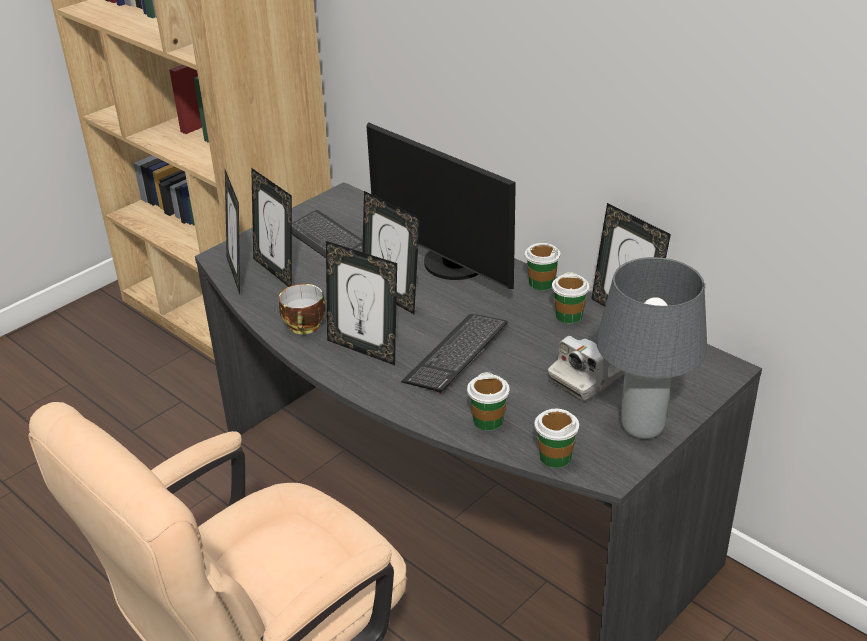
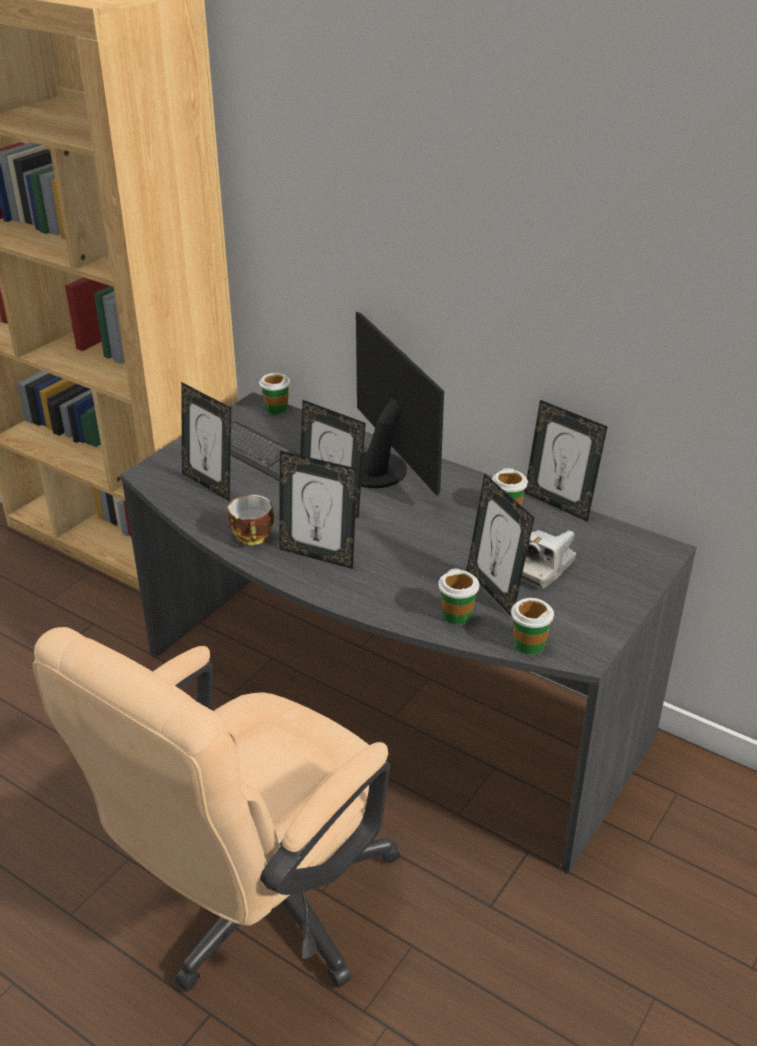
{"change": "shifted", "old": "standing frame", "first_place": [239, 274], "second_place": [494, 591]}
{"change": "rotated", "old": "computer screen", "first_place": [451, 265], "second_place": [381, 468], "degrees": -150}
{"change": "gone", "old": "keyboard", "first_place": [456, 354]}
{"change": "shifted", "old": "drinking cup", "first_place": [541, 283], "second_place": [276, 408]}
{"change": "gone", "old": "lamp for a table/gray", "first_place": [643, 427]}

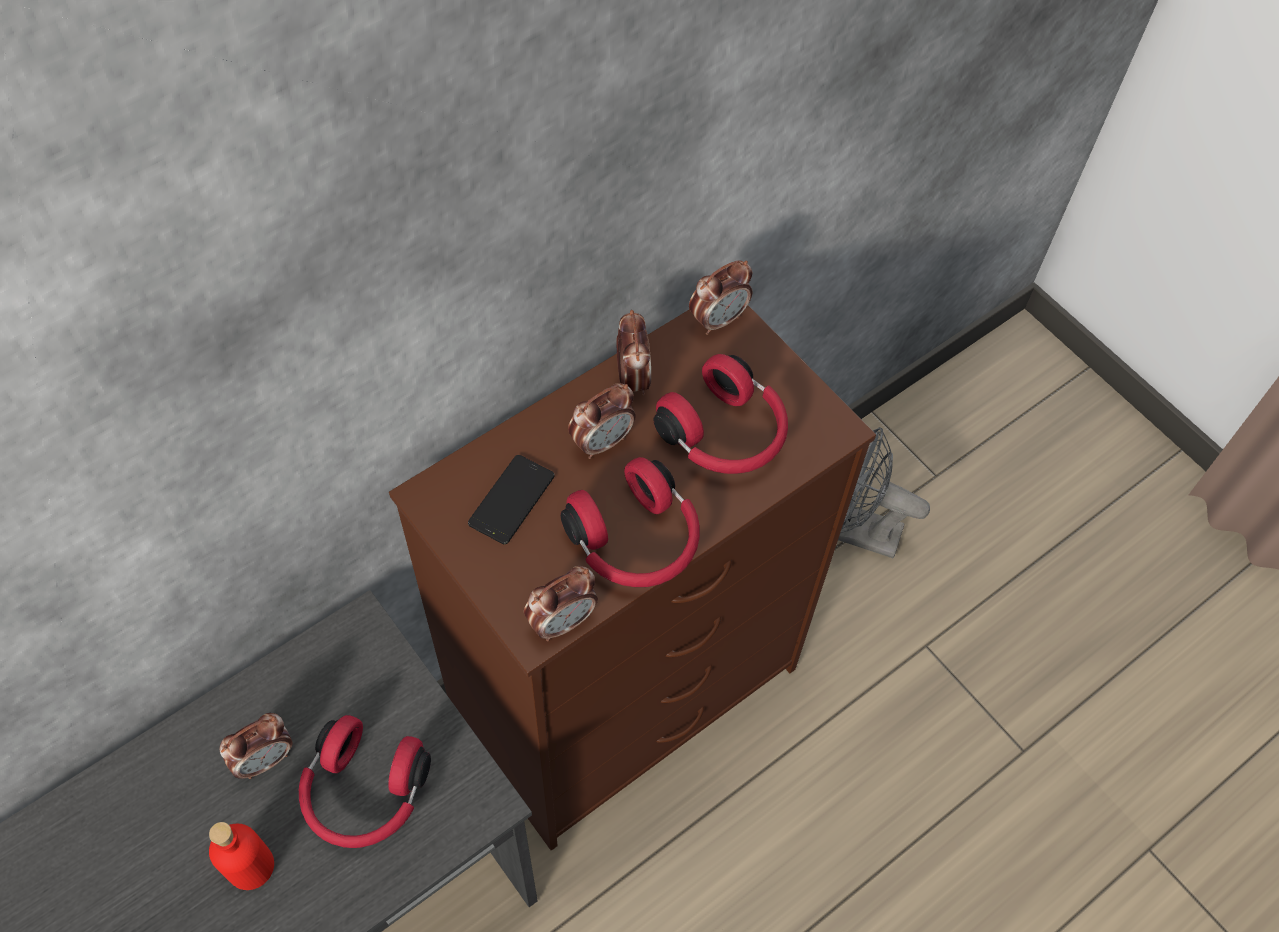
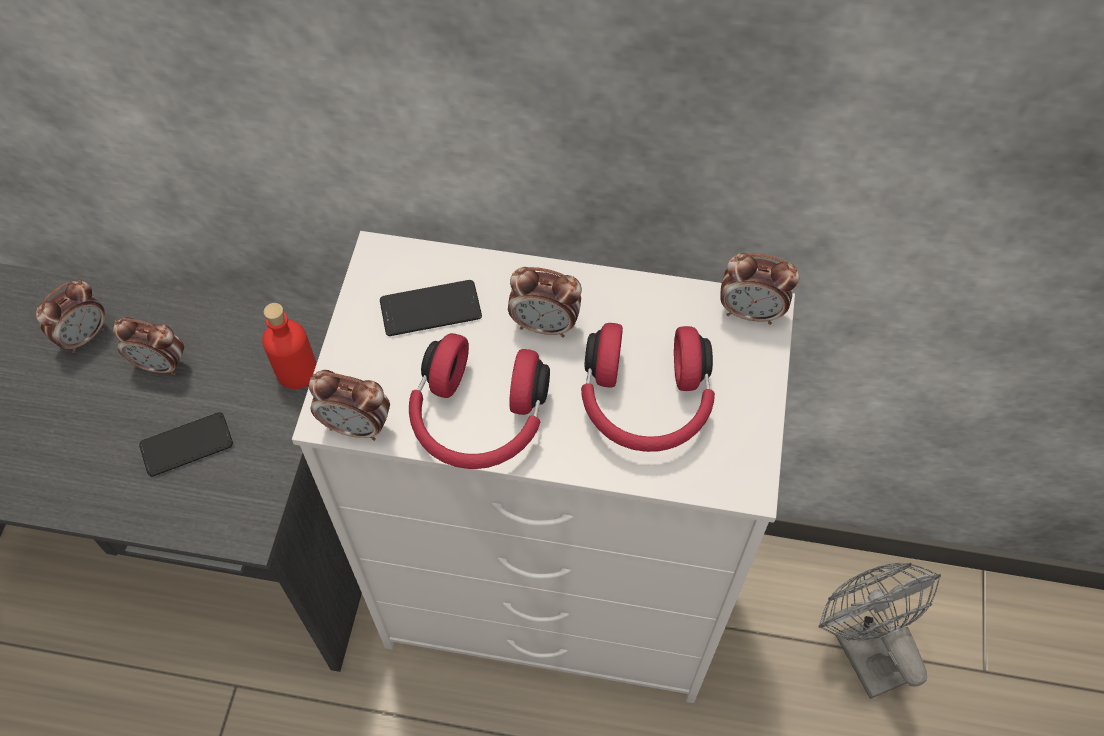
{"change": "shifted", "old": "beverage bottle/red", "first_place": [250, 866], "second_place": [297, 371]}
{"change": "swapped", "old": "headphones/red", "new": "telephone", "first_place": [364, 794], "second_place": [186, 445]}
{"change": "repainted", "old": "chest of drawers/brown", "new": "chest of drawers/whitish", "first_place": [628, 689], "second_place": [556, 592]}
{"change": "shifted", "old": "bedside clock", "first_place": [632, 379], "second_place": [85, 336]}

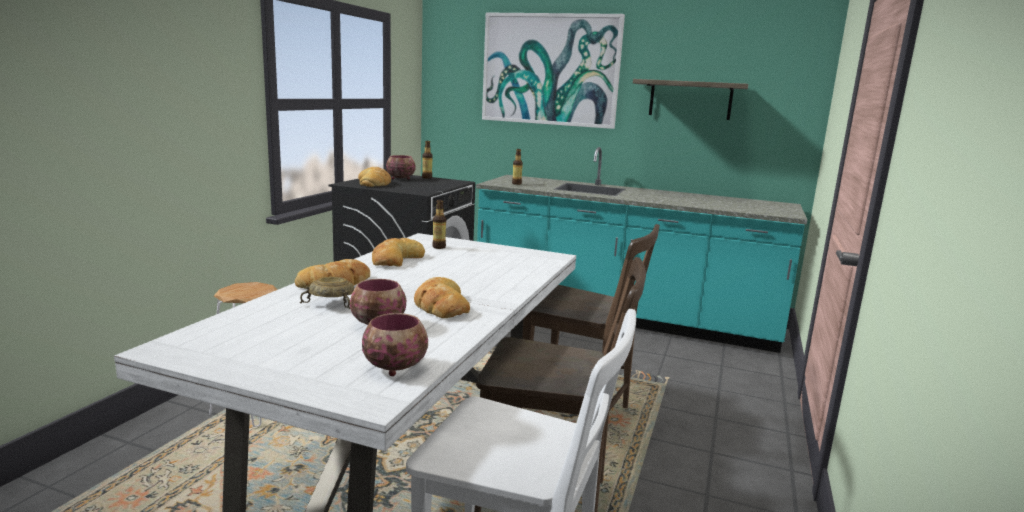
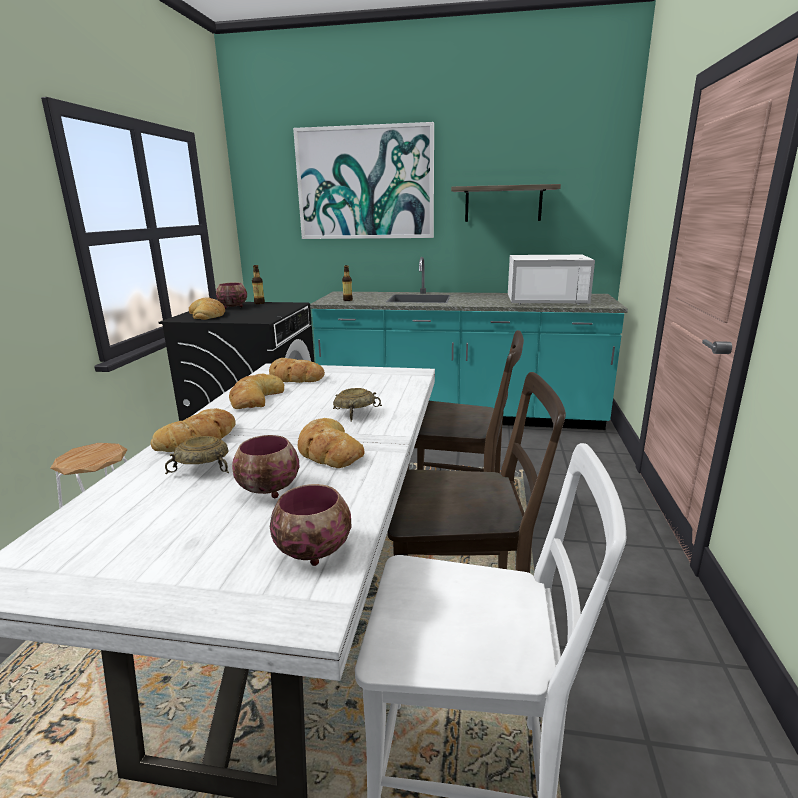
{"change": "swapped", "old": "beverage bottle", "new": "bakery bread", "first_place": [439, 247], "second_place": [295, 377]}
{"change": "new", "new": "serving bowl/beige-coloured", "second_place": [356, 413]}
{"change": "new", "new": "microwave oven/whitish", "second_place": [546, 300]}

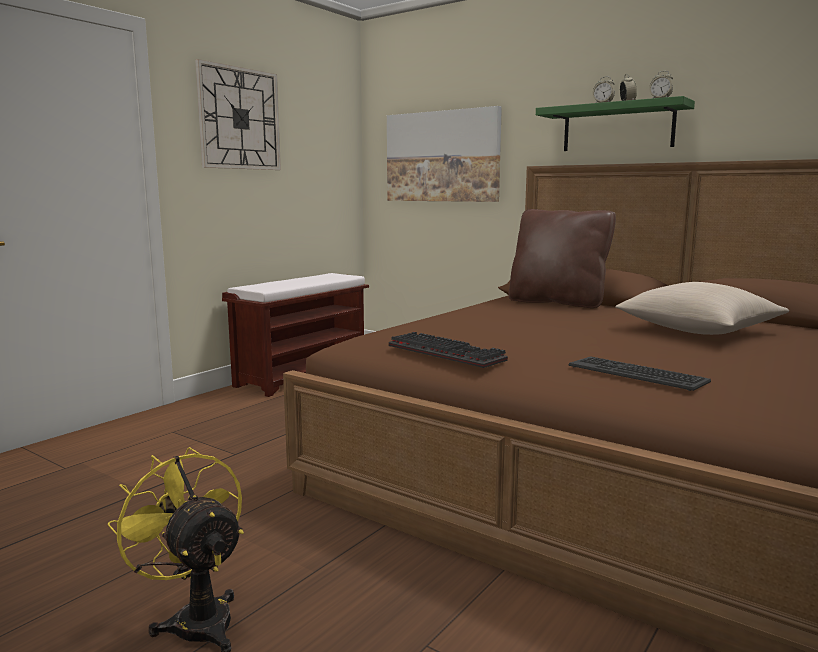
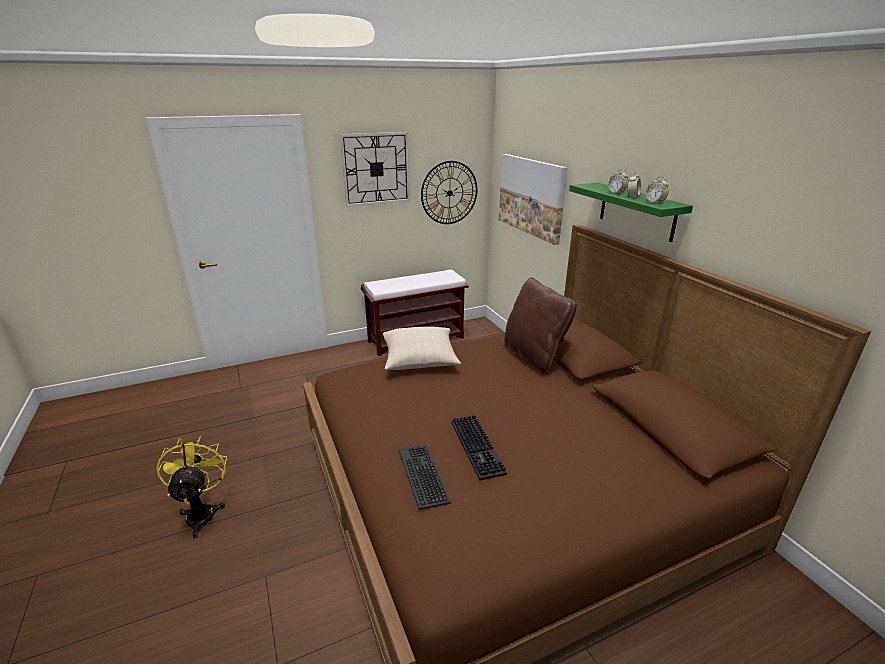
{"change": "shifted", "old": "keyboard", "first_place": [448, 353], "second_place": [479, 448]}
{"change": "shifted", "old": "cushion/beige-coloured", "first_place": [698, 330], "second_place": [420, 359]}
{"change": "new", "new": "hanging clock", "second_place": [449, 193]}

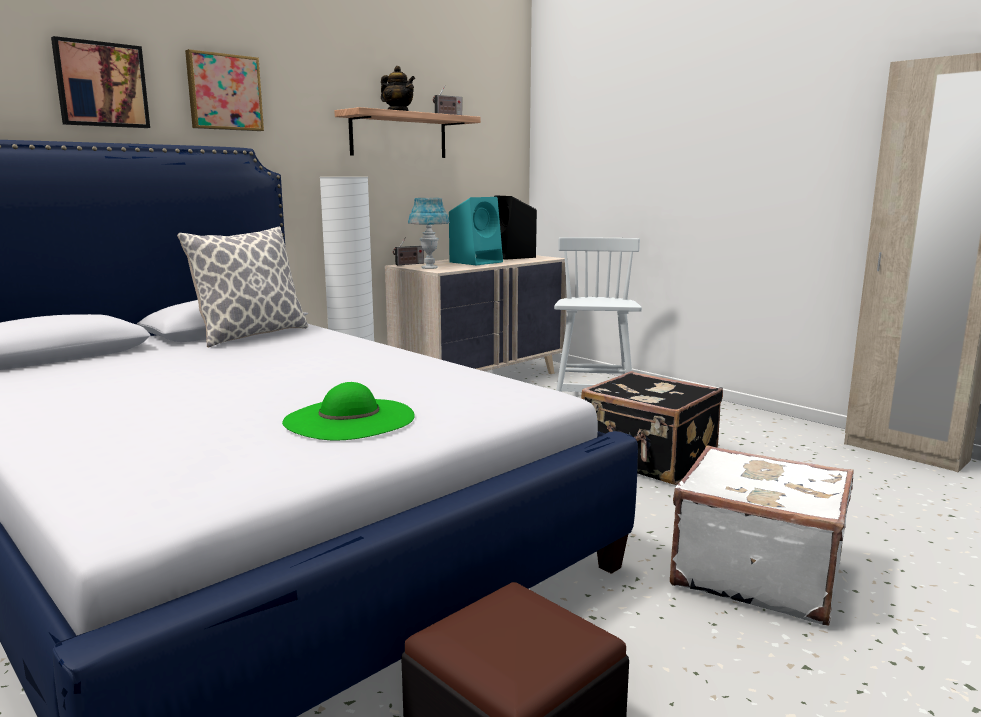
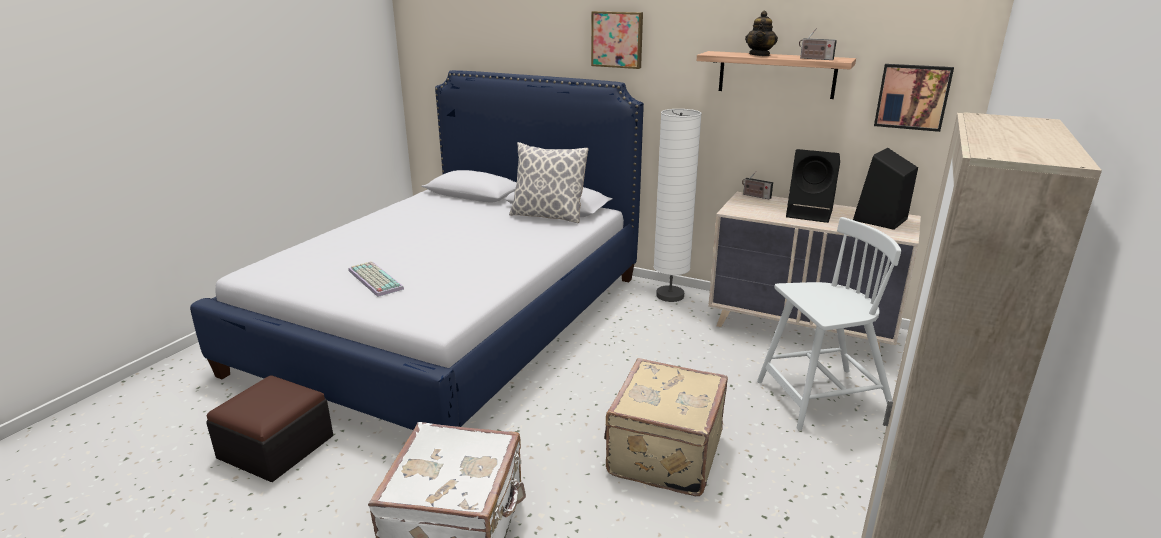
{"change": "shifted", "old": "wall picture", "first_place": [101, 85], "second_place": [912, 96]}
{"change": "swapped", "old": "wearable hat/green-coloured", "new": "keyboard", "first_place": [349, 419], "second_place": [373, 279]}
{"change": "gone", "old": "lamp for a table/blue-coloured", "first_place": [429, 268]}
{"change": "repainted", "old": "speaker/turquoise-coloured", "new": "speaker/black", "first_place": [476, 262], "second_place": [811, 214]}
{"change": "repainted", "old": "travel case/black", "new": "travel case/beige-coloured", "first_place": [648, 461], "second_place": [662, 454]}

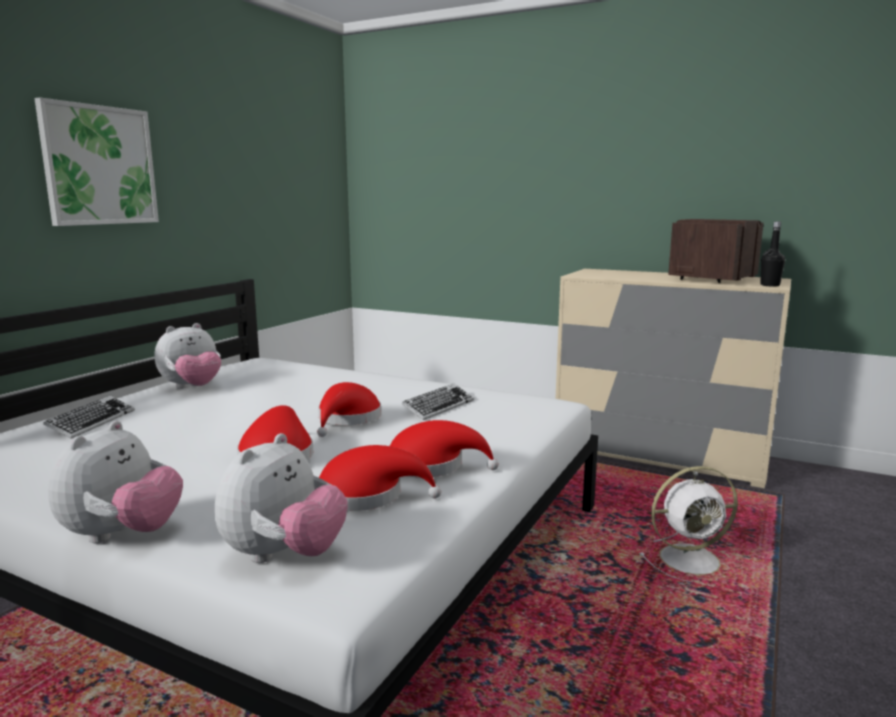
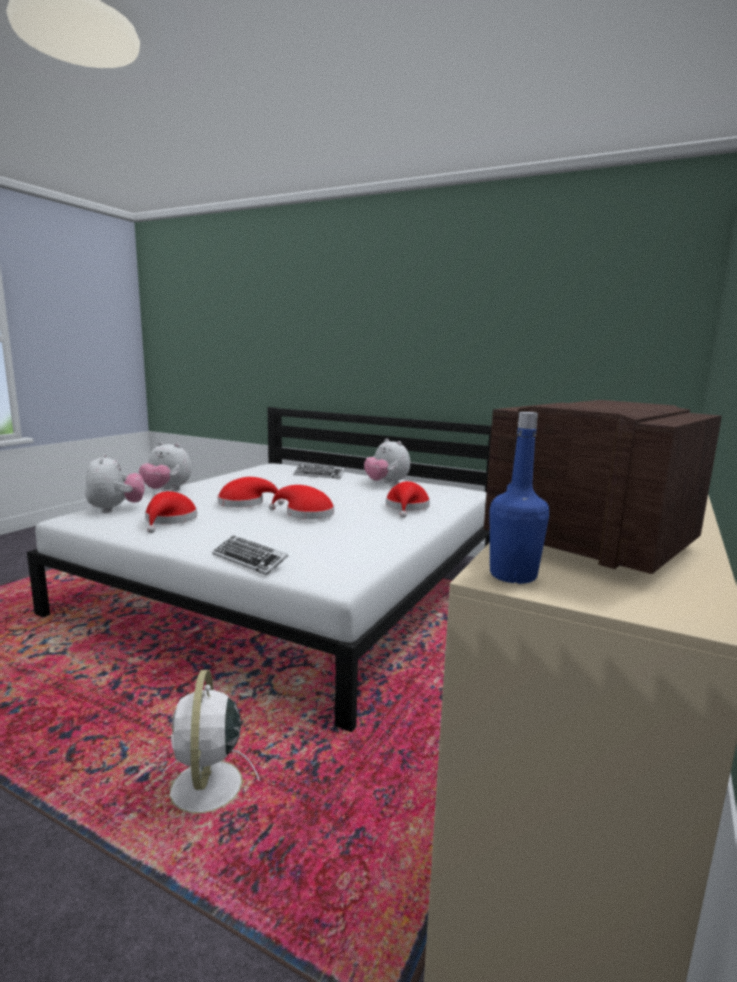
{"change": "gone", "old": "wall picture", "first_place": [99, 165]}
{"change": "rotated", "old": "cuddly toy", "first_place": [284, 556], "second_place": [116, 509], "degrees": -135}
{"change": "shifted", "old": "wearable hat/red", "first_place": [431, 465], "second_place": [407, 507]}
{"change": "shifted", "old": "keyboard", "first_place": [438, 407], "second_place": [249, 560]}
{"change": "repainted", "old": "beverage bottle/black", "new": "beverage bottle/blue-coloured", "first_place": [770, 285], "second_place": [513, 575]}

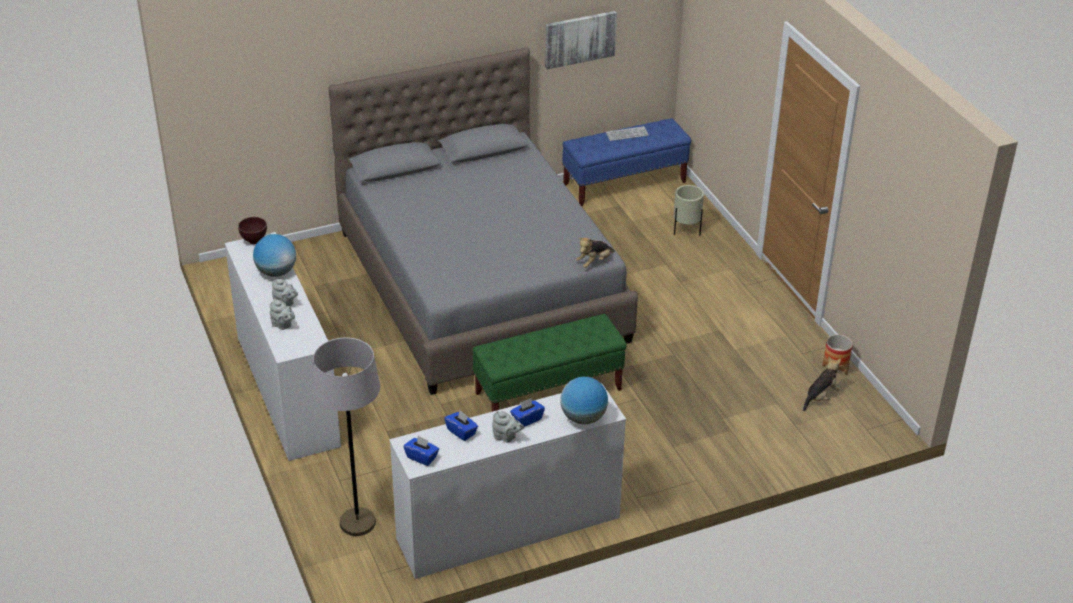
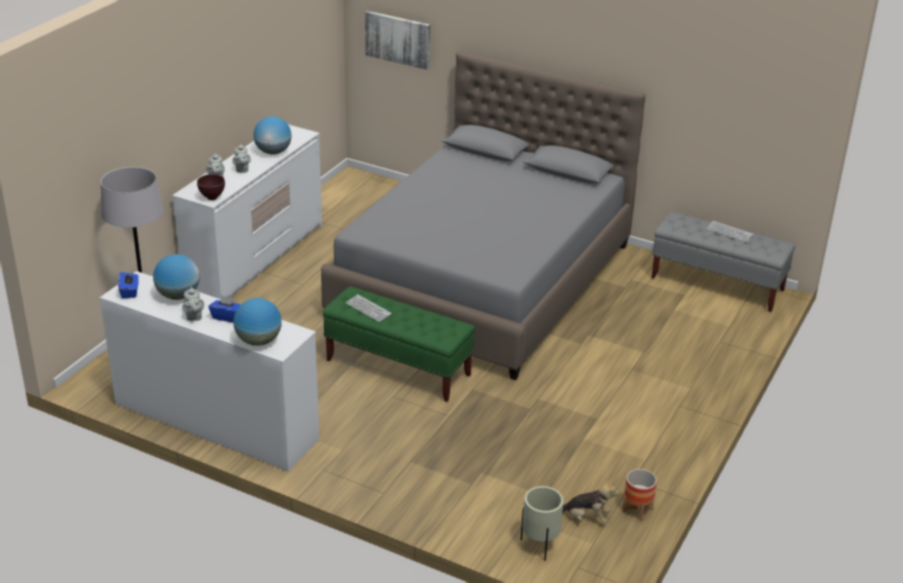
{"change": "shifted", "old": "serving bowl/brown", "first_place": [253, 241], "second_place": [211, 198]}
{"change": "swapped", "old": "tissue holder/blue-coloured", "new": "globe", "first_place": [461, 432], "second_place": [178, 296]}
{"change": "shifted", "old": "wall picture", "first_place": [579, 39], "second_place": [398, 39]}
{"change": "repainted", "old": "indoor bench/blue-coloured", "new": "indoor bench/gray", "first_place": [624, 183], "second_place": [717, 284]}
{"change": "gone", "old": "cuddly toy", "first_place": [594, 262]}
{"change": "shifted", "old": "planter/beige-coloured", "first_place": [686, 231], "second_place": [540, 546]}
{"change": "new", "new": "keyboard", "second_place": [368, 309]}

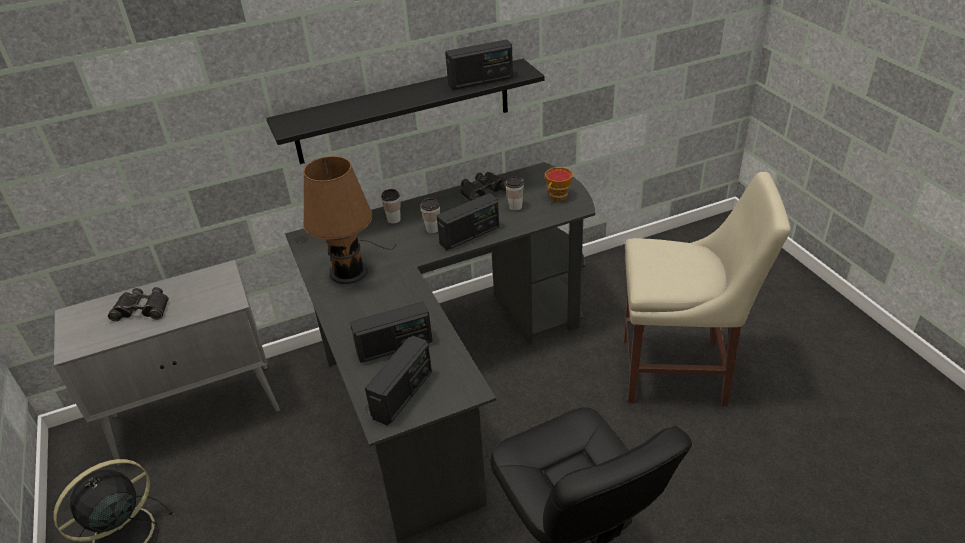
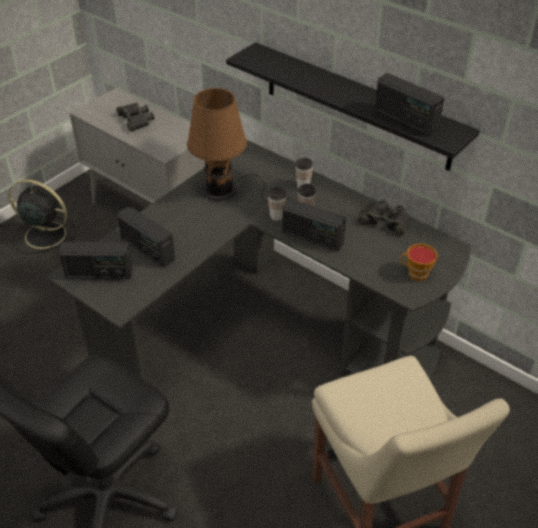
{"change": "shifted", "old": "drinking cup", "first_place": [515, 206], "second_place": [276, 216]}

